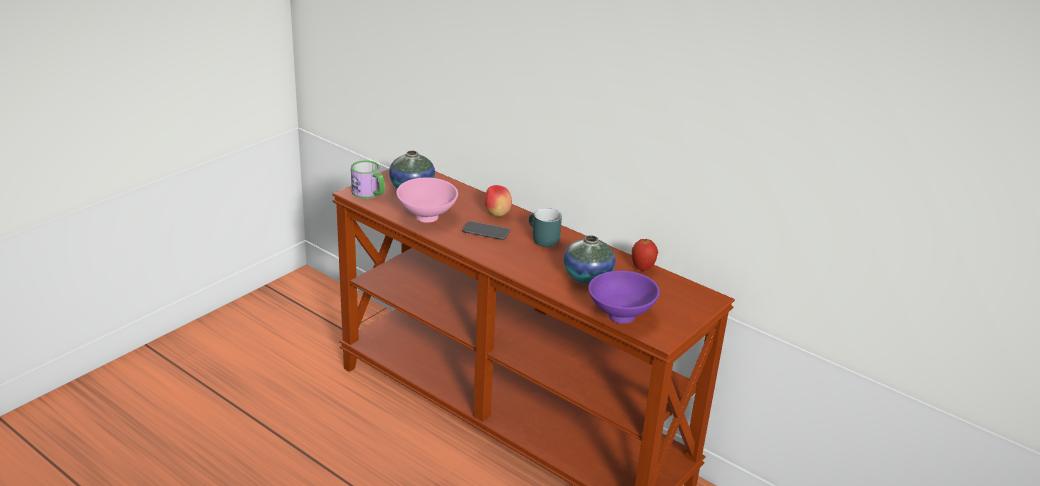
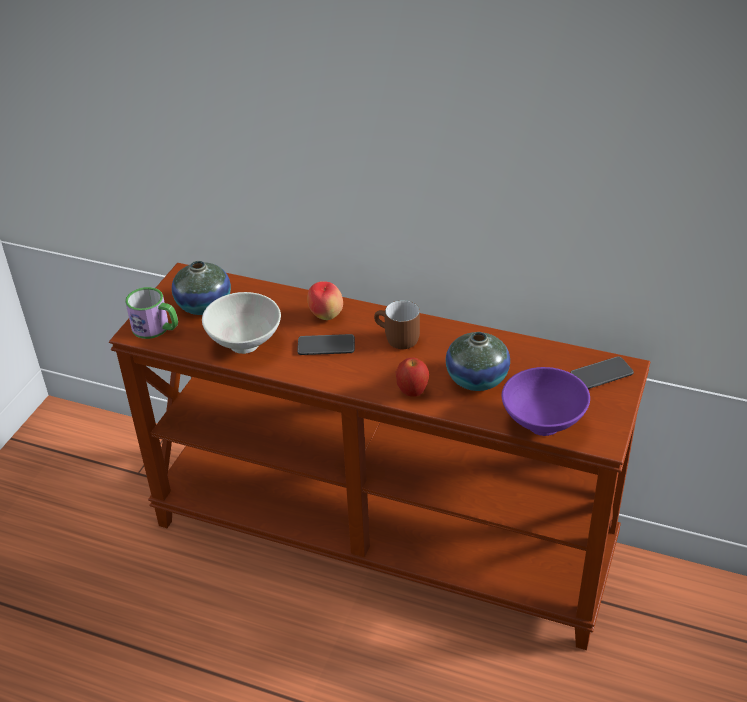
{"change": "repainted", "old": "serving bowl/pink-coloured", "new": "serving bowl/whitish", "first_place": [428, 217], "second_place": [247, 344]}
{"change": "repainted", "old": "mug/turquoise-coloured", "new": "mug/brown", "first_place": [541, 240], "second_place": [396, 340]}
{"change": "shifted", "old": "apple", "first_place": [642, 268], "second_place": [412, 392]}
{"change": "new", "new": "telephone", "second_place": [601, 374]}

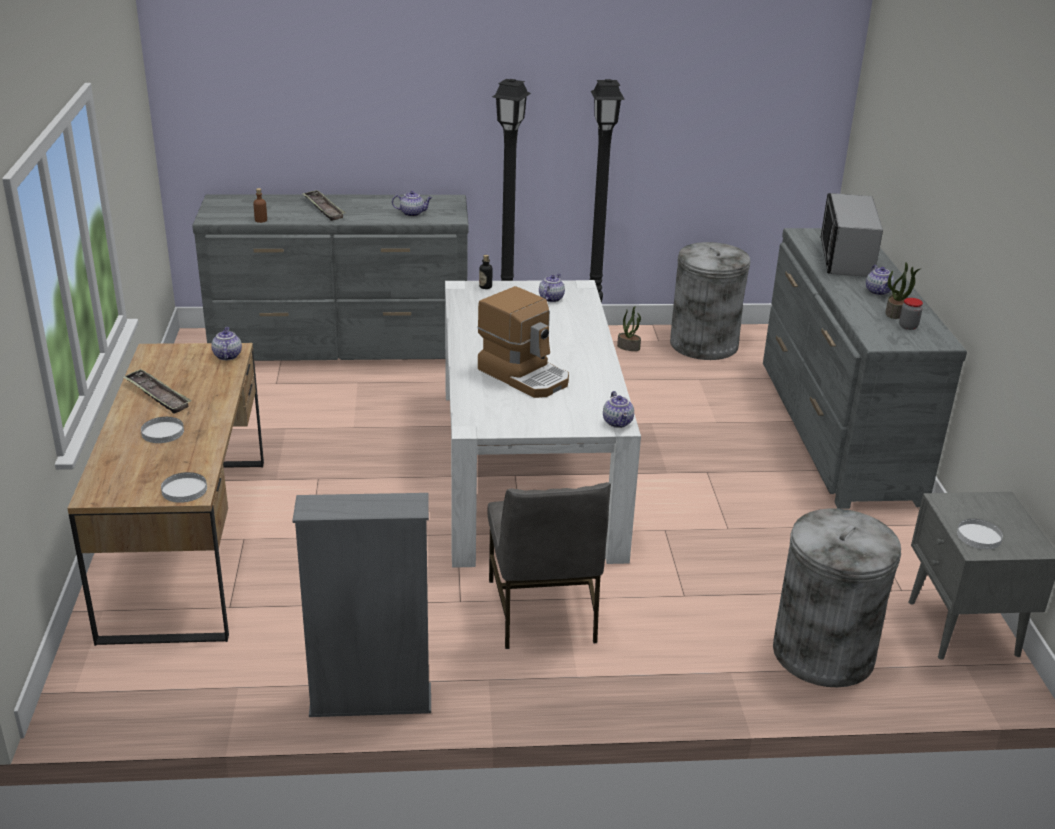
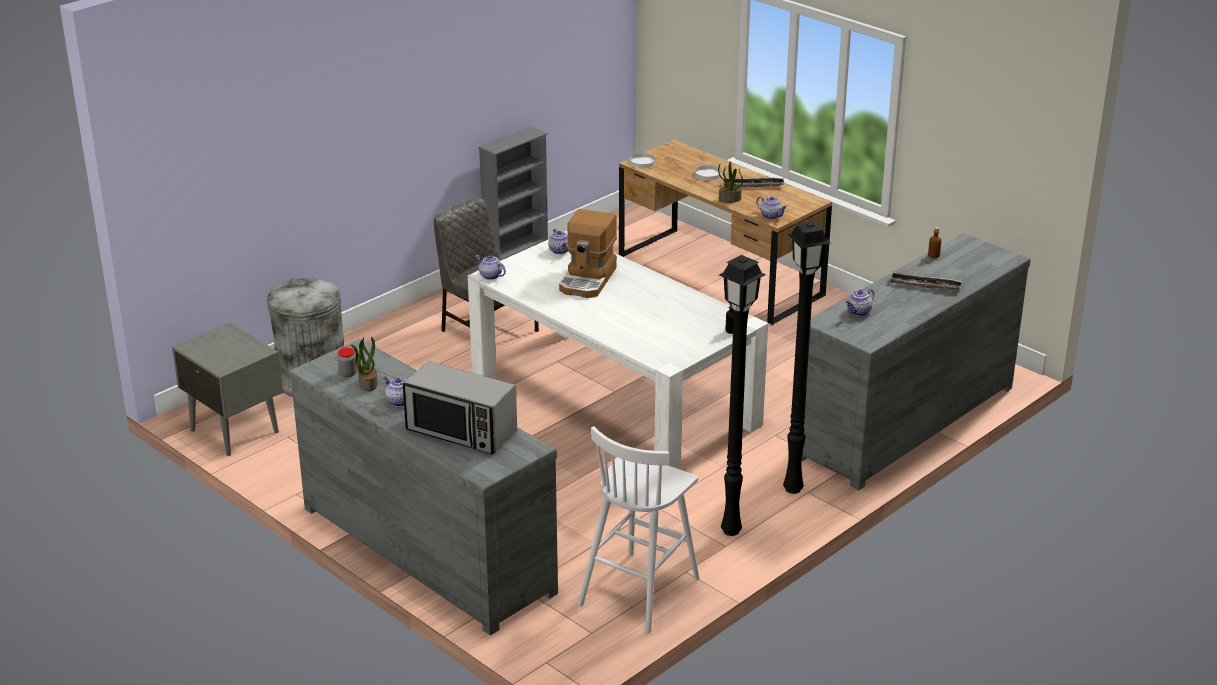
{"change": "rotated", "old": "coffee machine", "first_place": [525, 375], "second_place": [588, 280], "degrees": -75}
{"change": "shifted", "old": "pot for tea", "first_place": [551, 298], "second_place": [560, 251]}
{"change": "shifted", "old": "houseplant", "first_place": [629, 347], "second_place": [729, 199]}
{"change": "swapped", "old": "trash can/gray", "new": "stool/whitish", "first_place": [704, 344], "second_place": [640, 590]}
{"change": "rotated", "old": "microwave oven", "first_place": [845, 258], "second_place": [461, 431], "degrees": 150}
{"change": "gone", "old": "dinner plate/whitish", "first_place": [978, 536]}

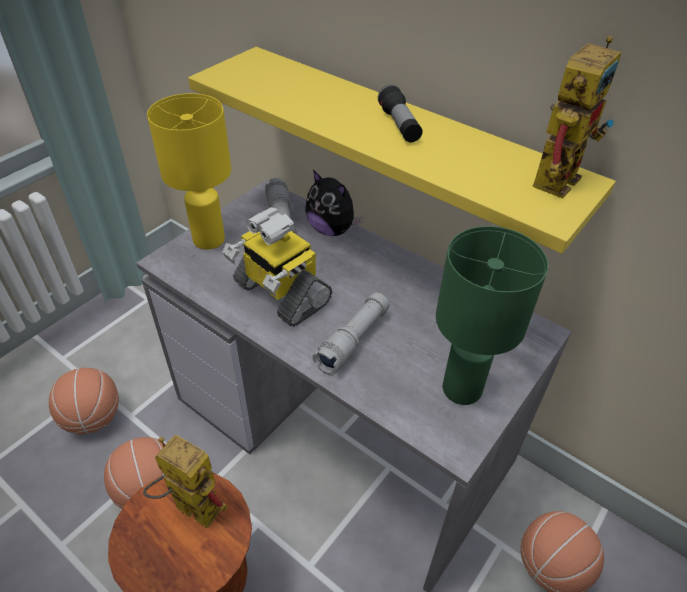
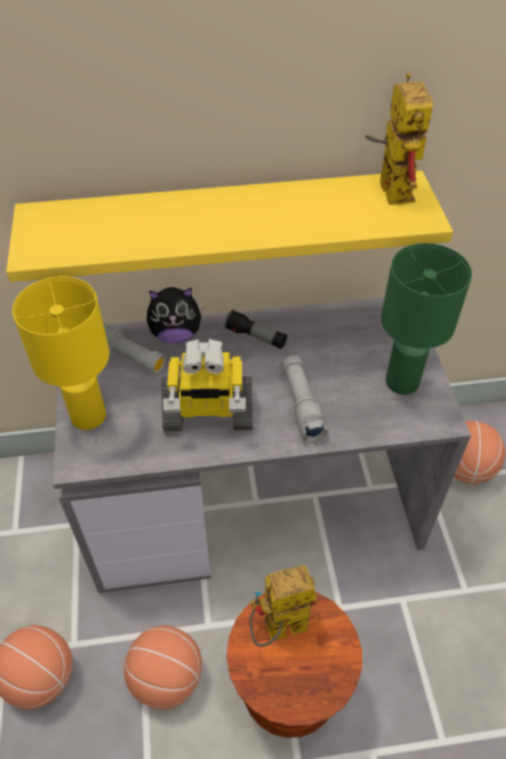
{"change": "shifted", "old": "hand torch", "first_place": [399, 125], "second_place": [256, 337]}

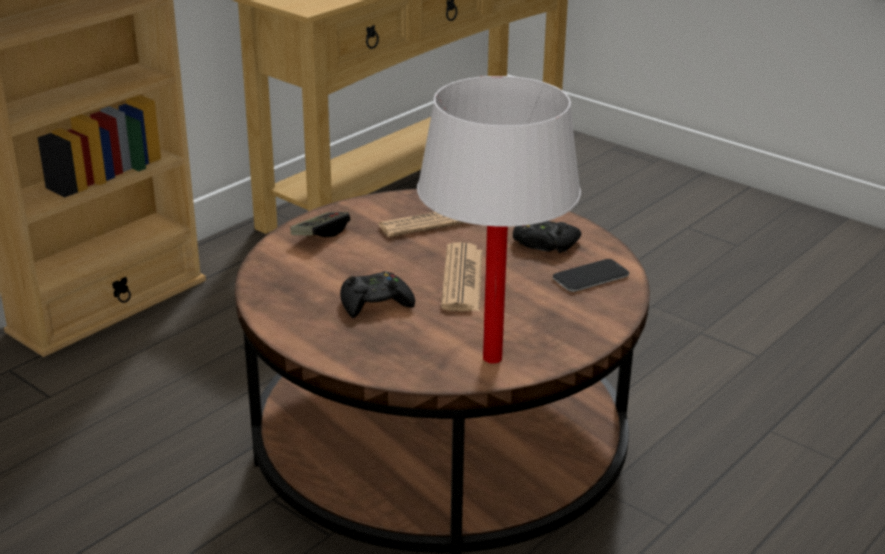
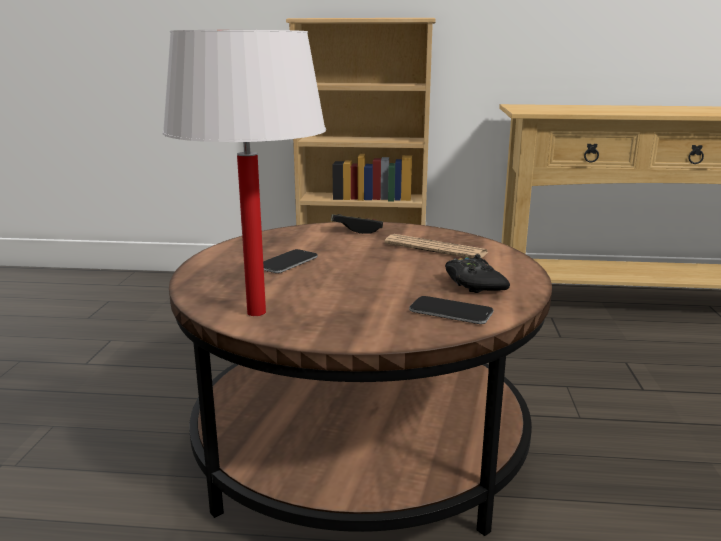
{"change": "swapped", "old": "game controller/black", "new": "telephone", "first_place": [375, 303], "second_place": [287, 263]}
{"change": "gone", "old": "printed paper", "first_place": [462, 279]}

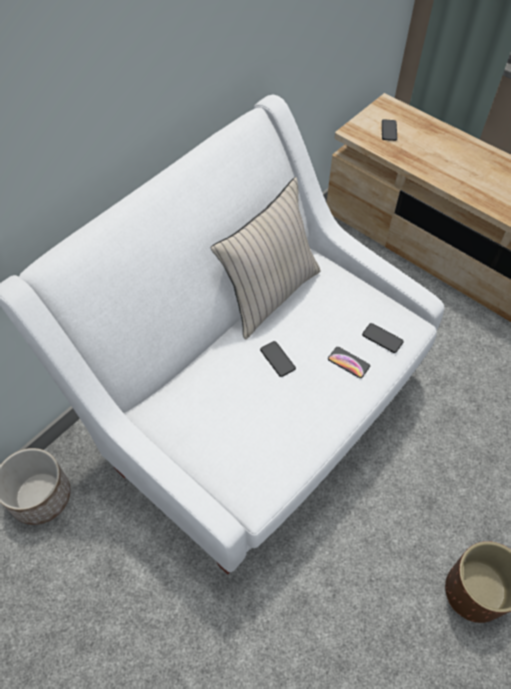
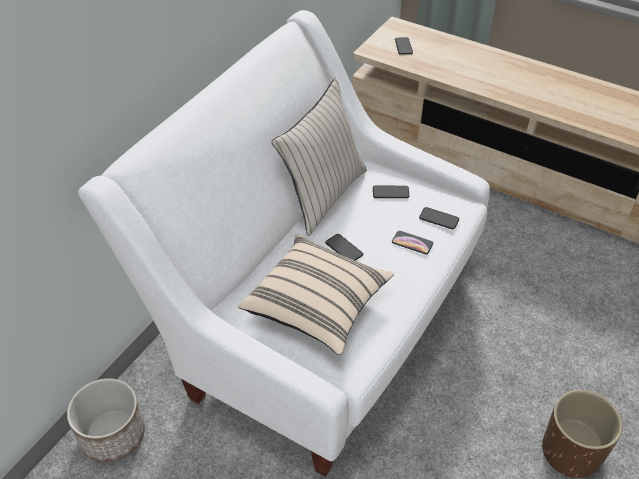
{"change": "new", "new": "cushion/beige-coloured", "second_place": [317, 305]}
{"change": "new", "new": "telephone", "second_place": [390, 192]}

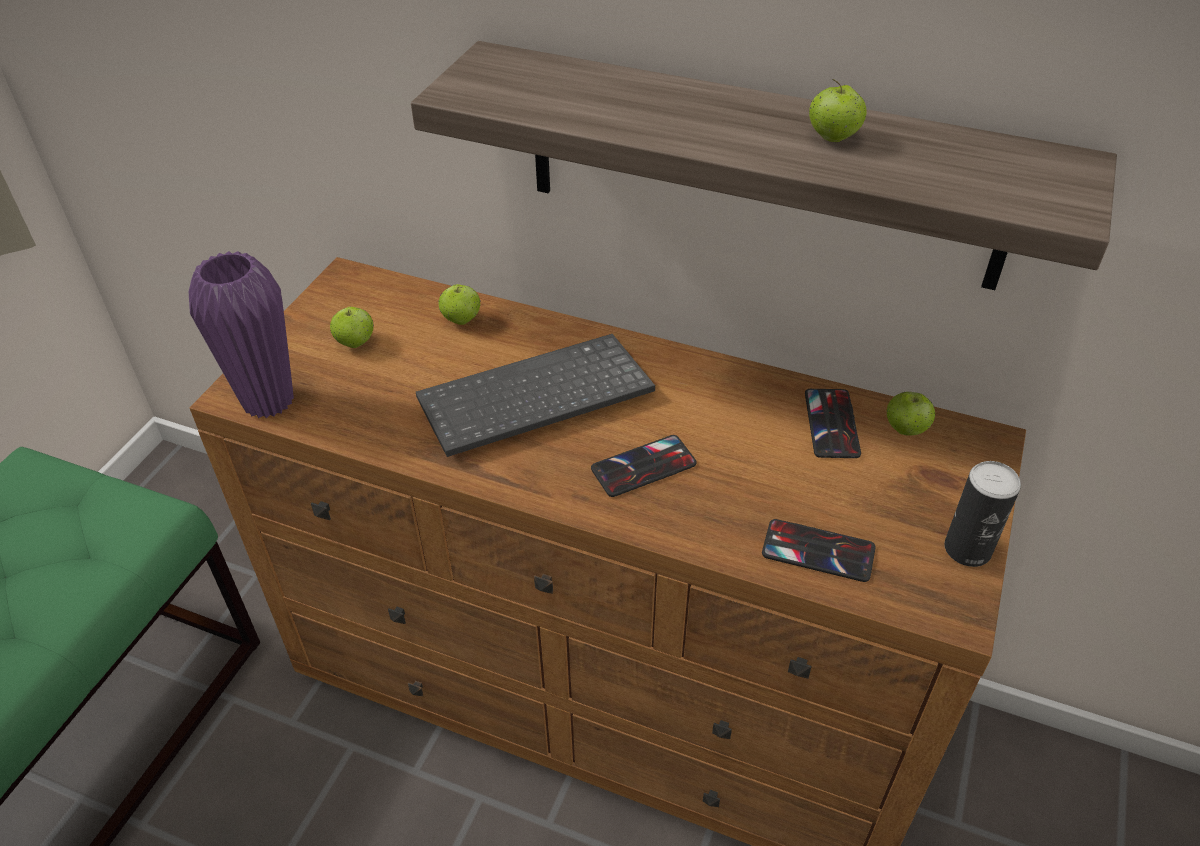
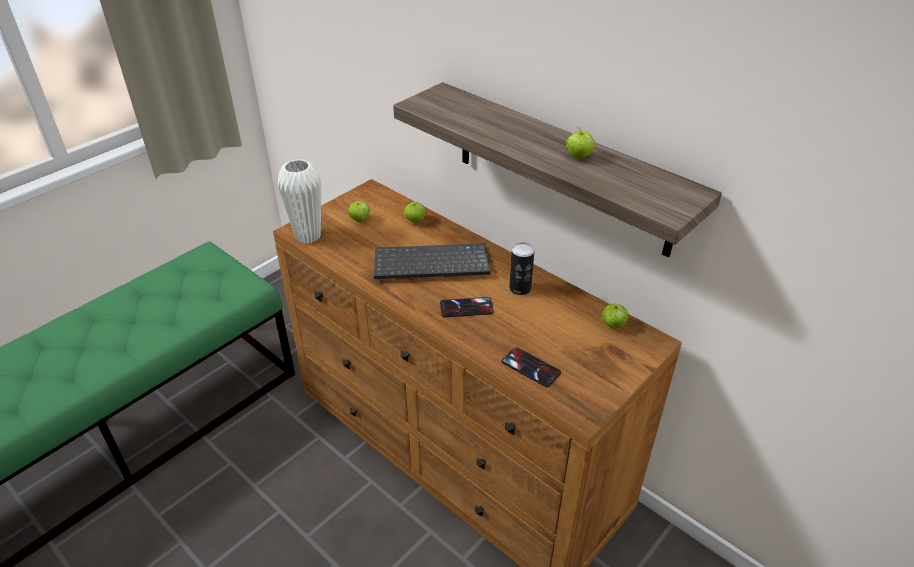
{"change": "repainted", "old": "flower vase/purple", "new": "flower vase/whitish", "first_place": [268, 401], "second_place": [308, 236]}
{"change": "gone", "old": "telephone", "first_place": [832, 424]}
{"change": "shifted", "old": "can", "first_place": [967, 549], "second_place": [520, 288]}

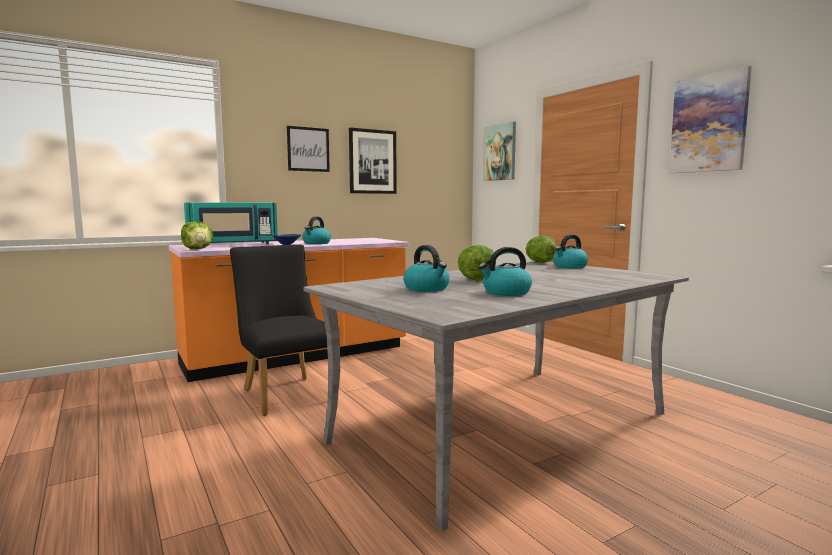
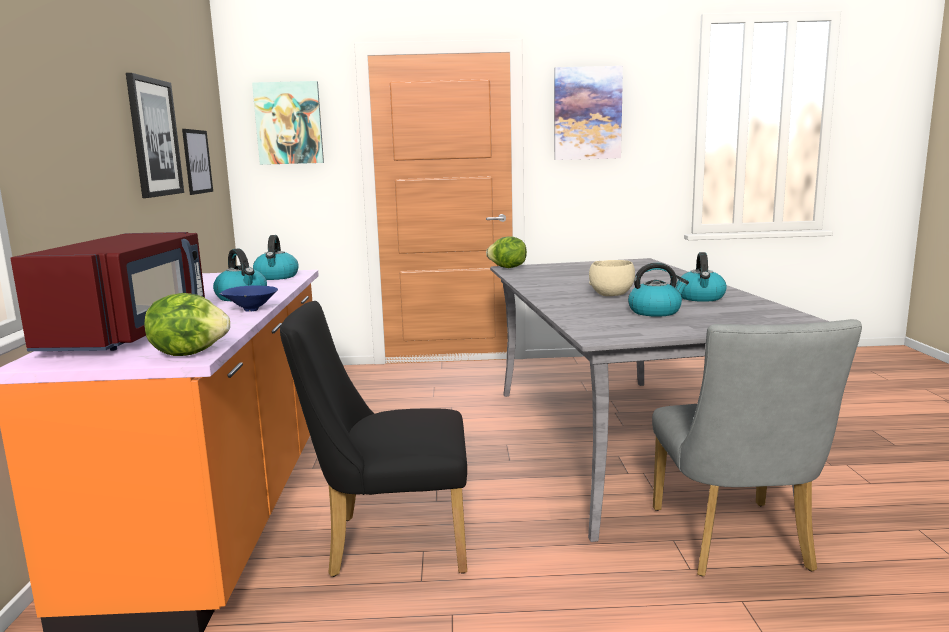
{"change": "repainted", "old": "microwave oven/turquoise-coloured", "new": "microwave oven/red", "first_place": [233, 244], "second_place": [131, 333]}
{"change": "shifted", "old": "wall picture", "first_place": [308, 149], "second_place": [197, 161]}
{"change": "swapped", "old": "head of lettuce", "new": "serving bowl/beige-coloured", "first_place": [476, 280], "second_place": [611, 295]}
{"change": "shifted", "old": "tea kettle", "first_place": [569, 267], "second_place": [277, 277]}
{"change": "new", "new": "chair/gray", "second_place": [735, 544]}

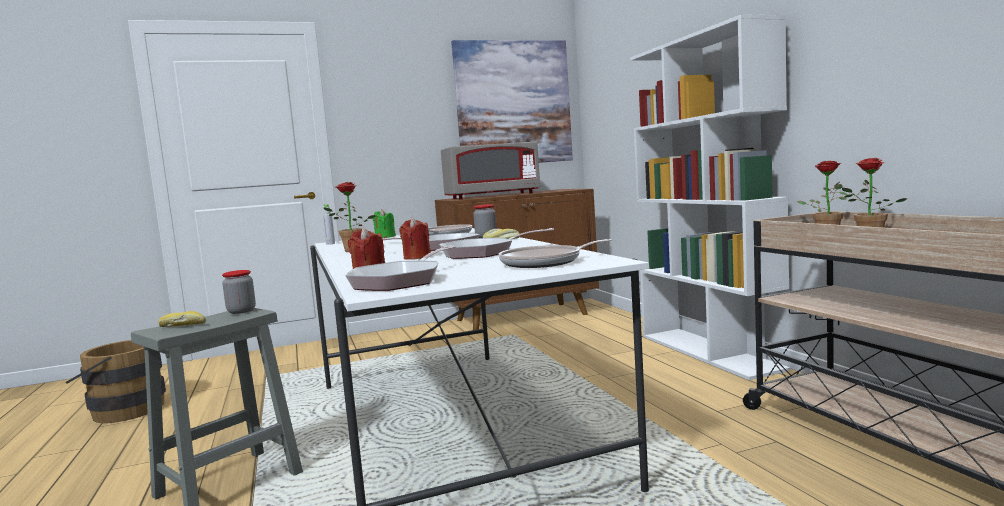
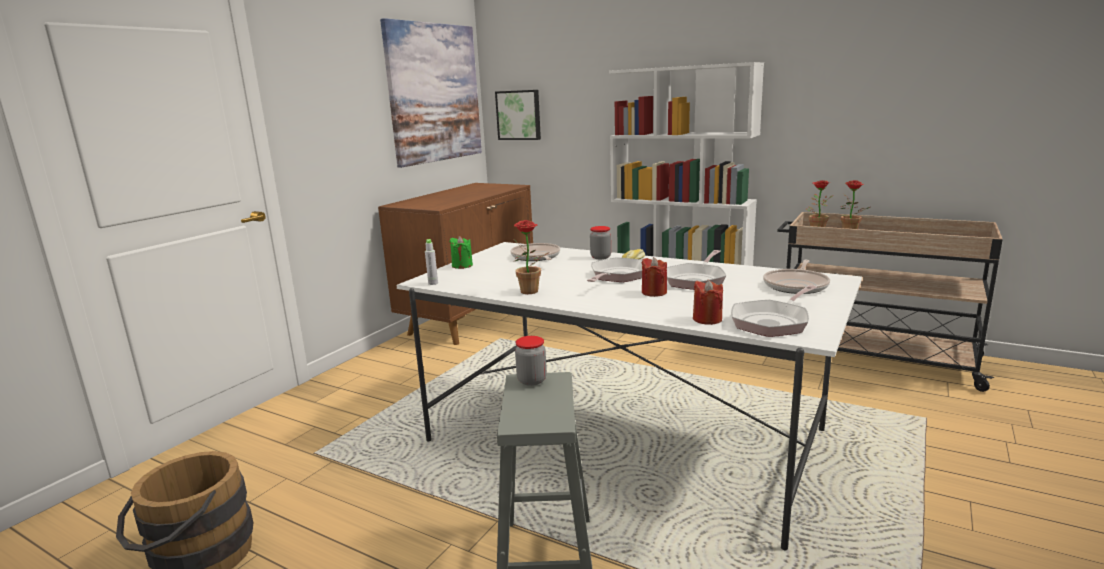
{"change": "gone", "old": "bakery bread", "first_place": [183, 325]}
{"change": "rotated", "old": "skillet", "first_place": [401, 281], "second_place": [772, 322], "degrees": 60}
{"change": "gone", "old": "microwave oven/gray", "first_place": [492, 196]}
{"change": "new", "new": "wall picture", "second_place": [519, 115]}

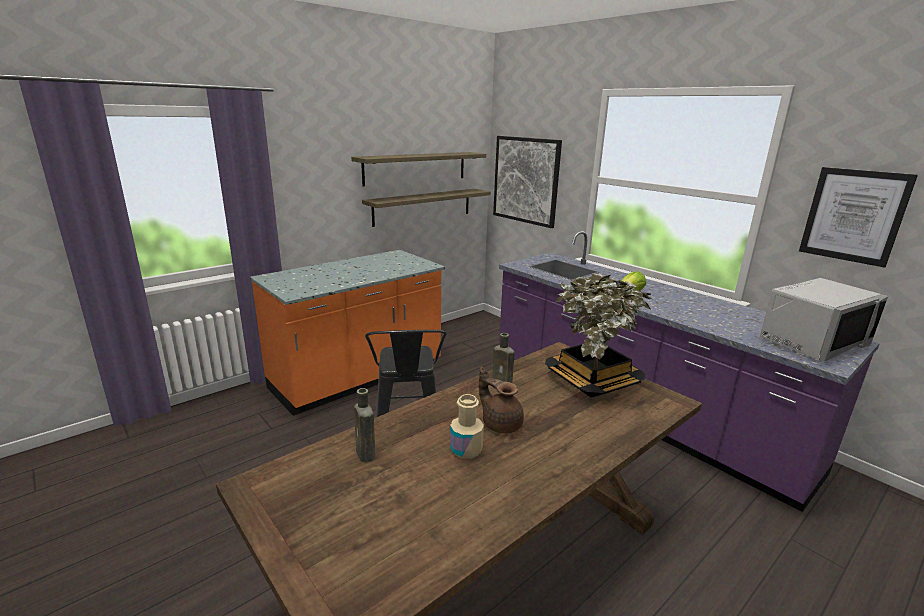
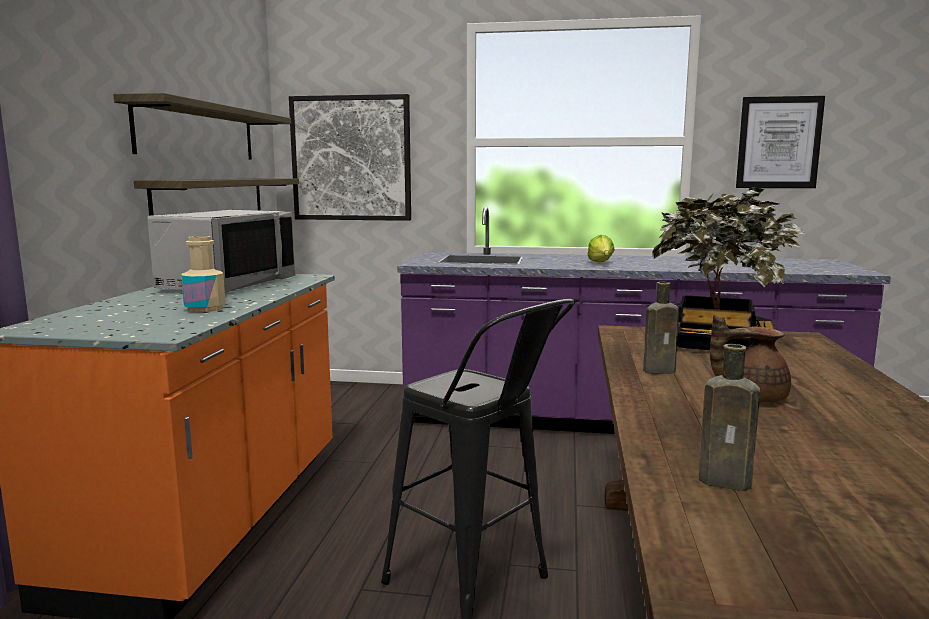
{"change": "shifted", "old": "beverage bottle/beige-coloured", "first_place": [466, 450], "second_place": [205, 309]}
{"change": "shifted", "old": "microwave oven/gray", "first_place": [811, 342], "second_place": [227, 285]}

